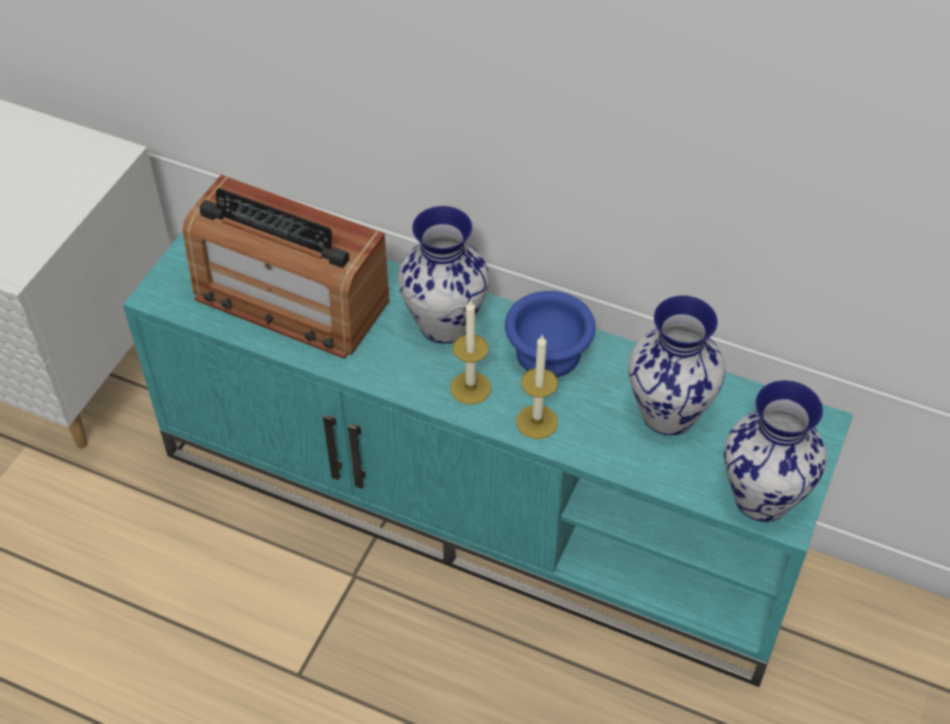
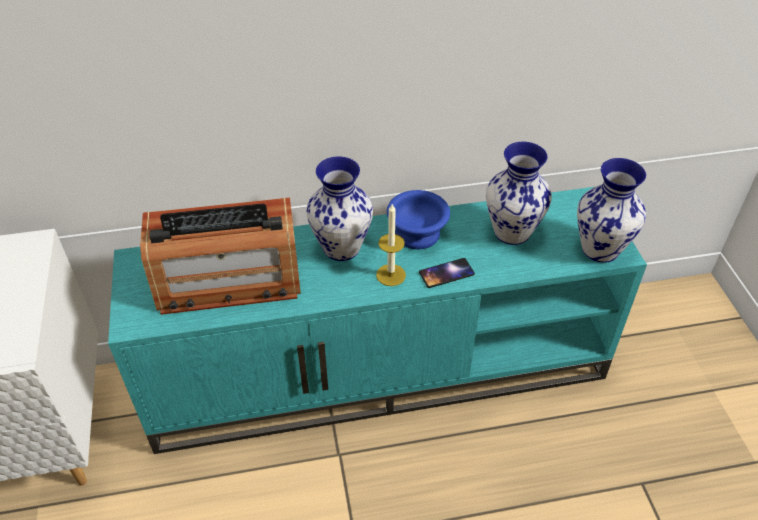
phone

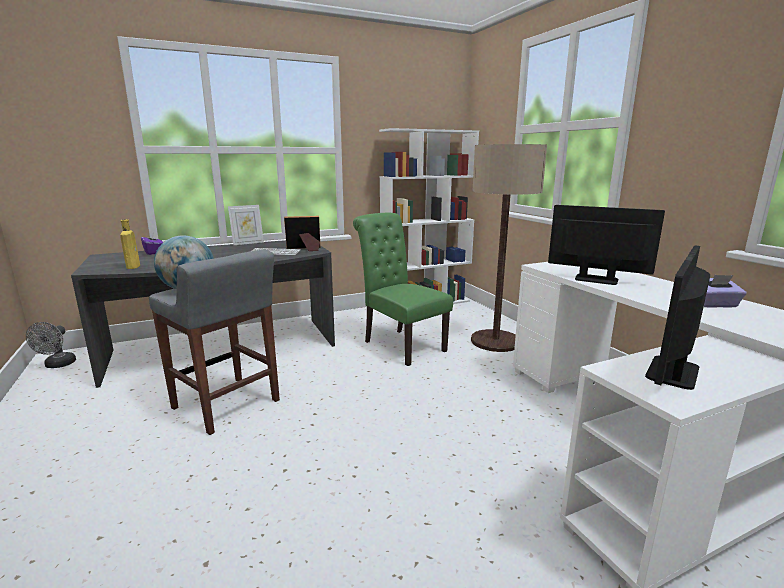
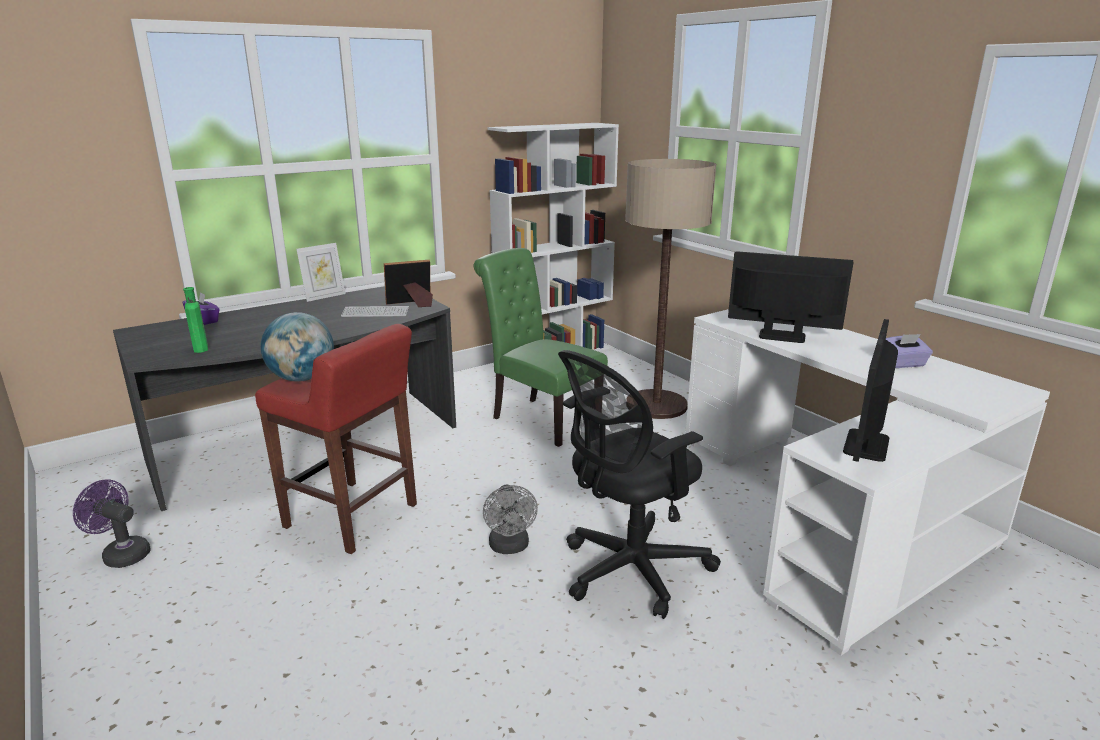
purple fan
green bottle
red stool
grey fan
black office chair

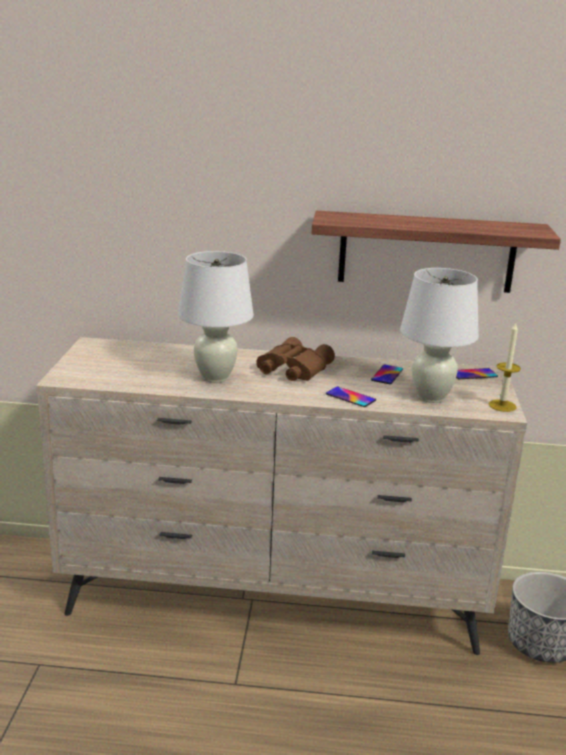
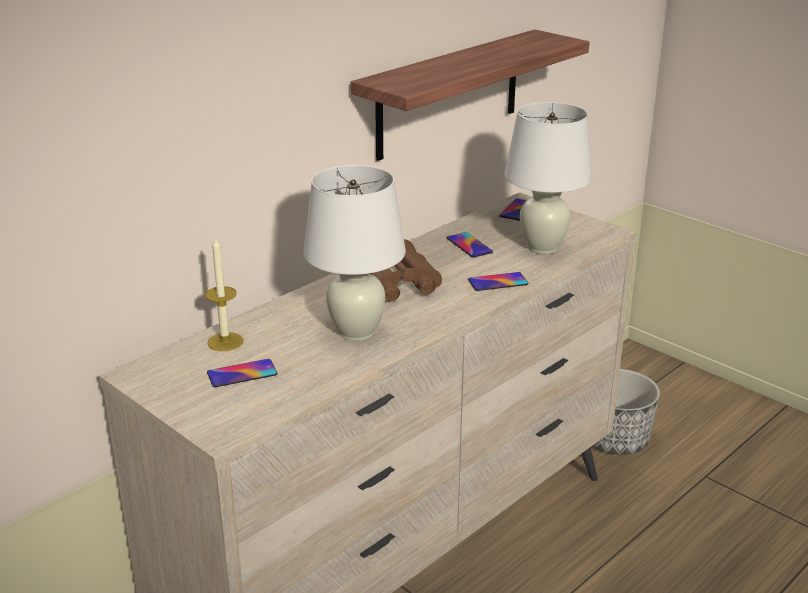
candle
phone (1st from left)

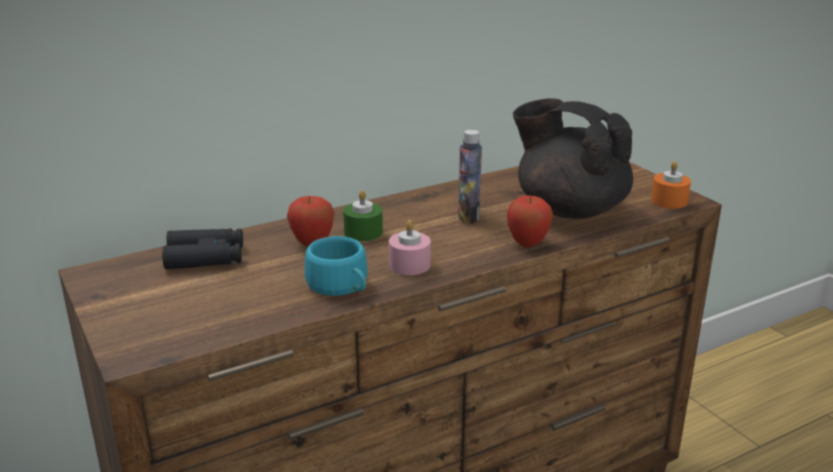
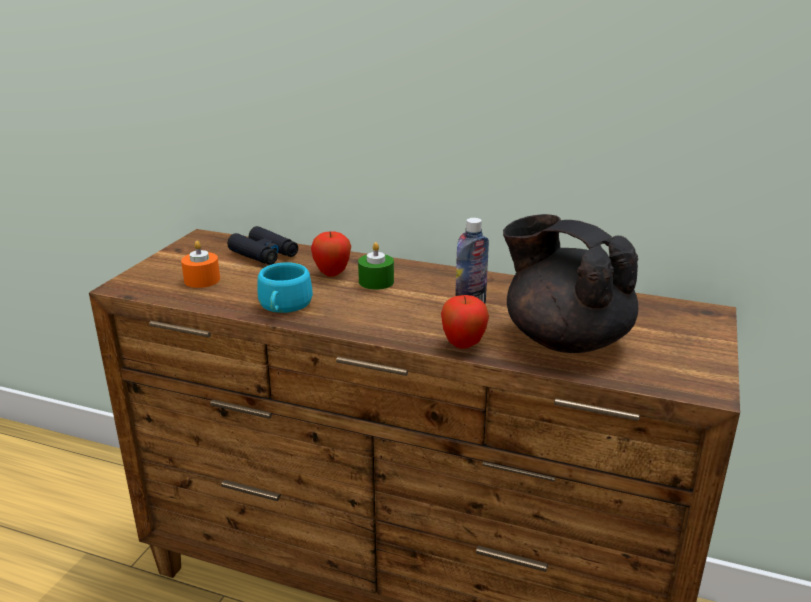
orange candle
black teapot
pink candle

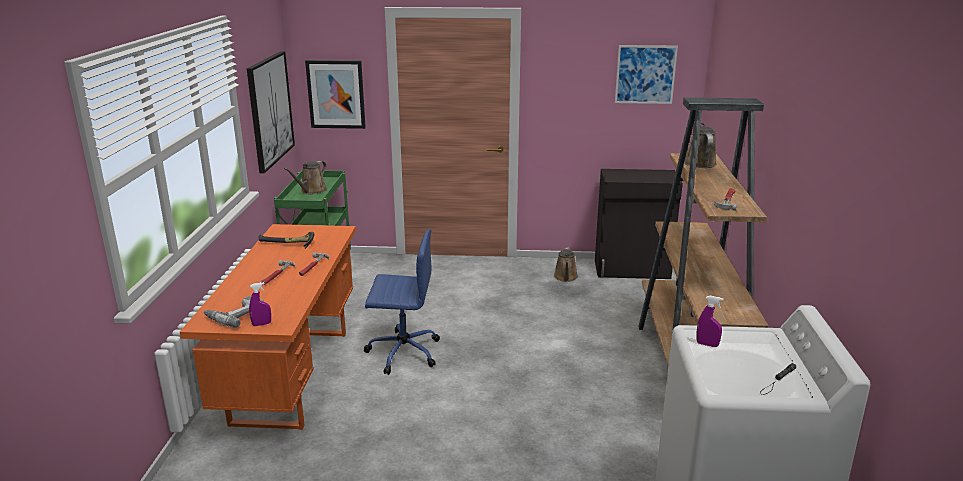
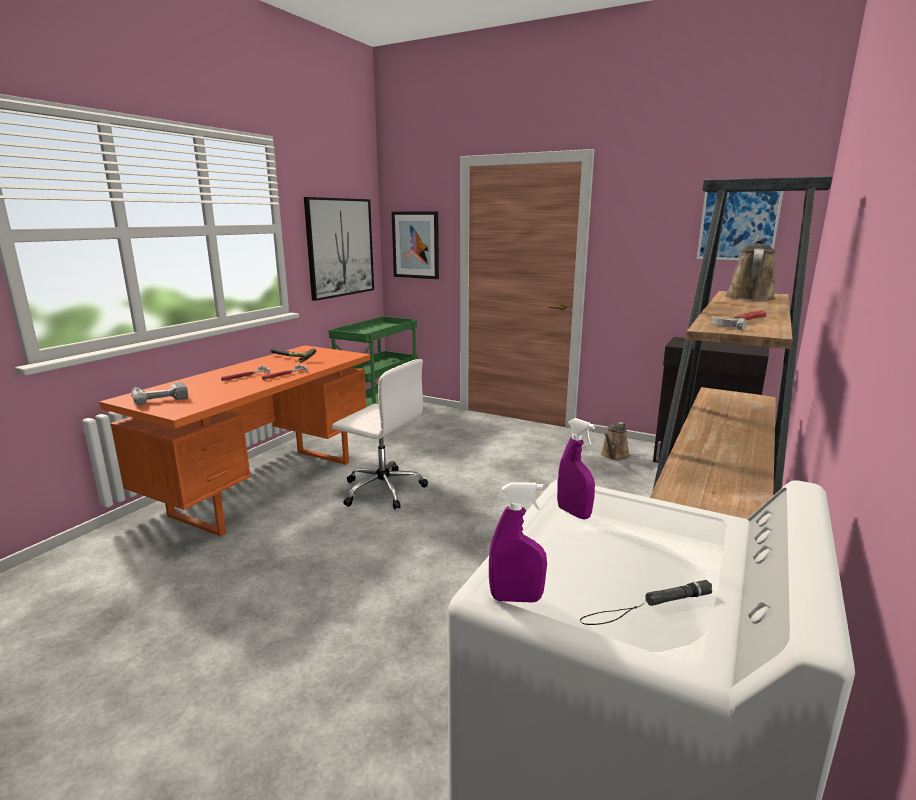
white office chair
purple spray bottle (1st from left)
brown watering can (1st from left in the first image)

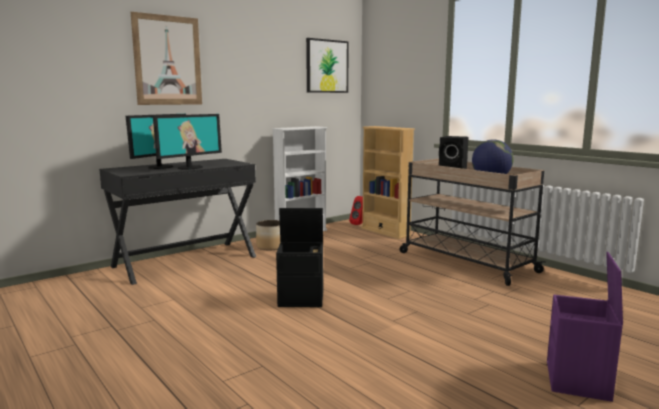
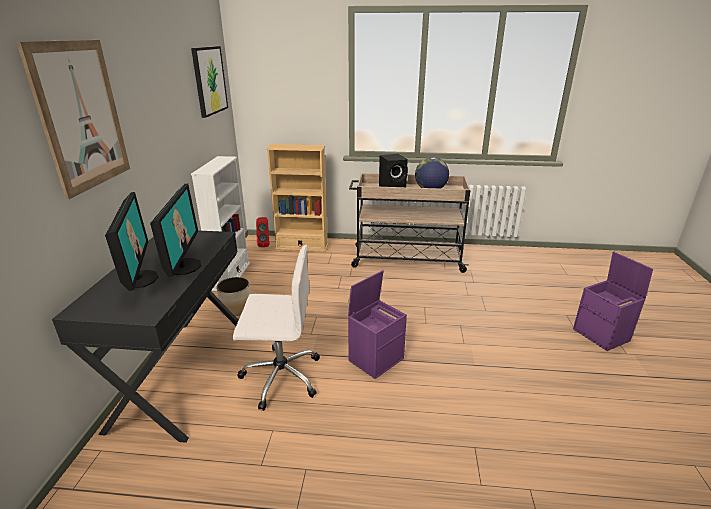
white office chair
purple storage box (1st from left)

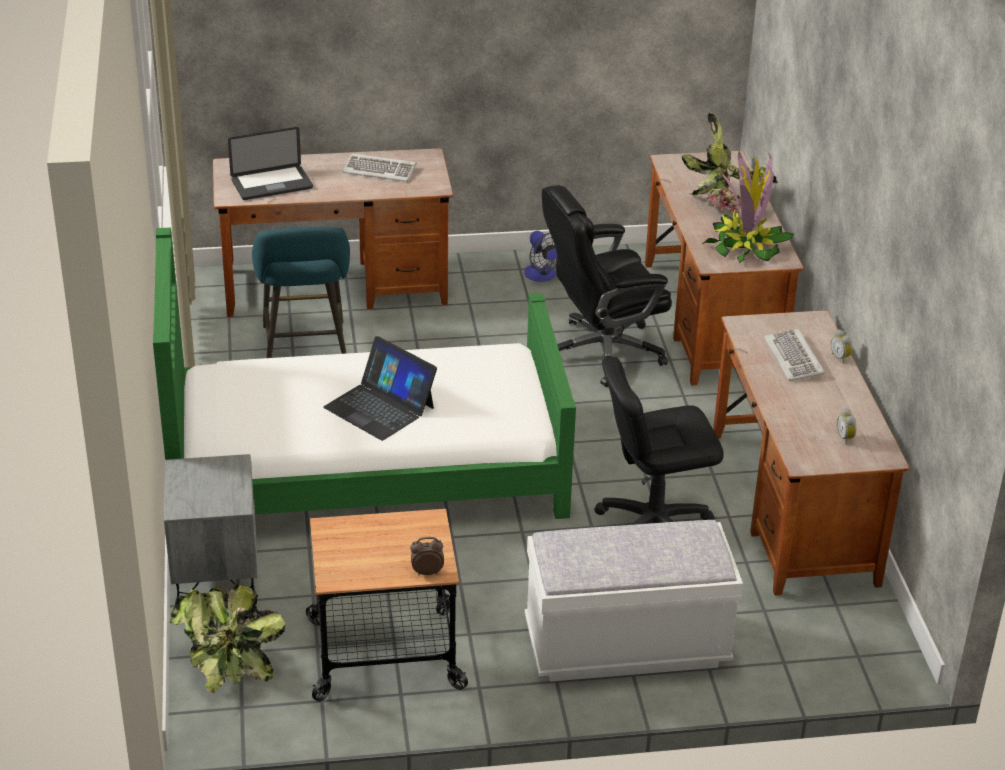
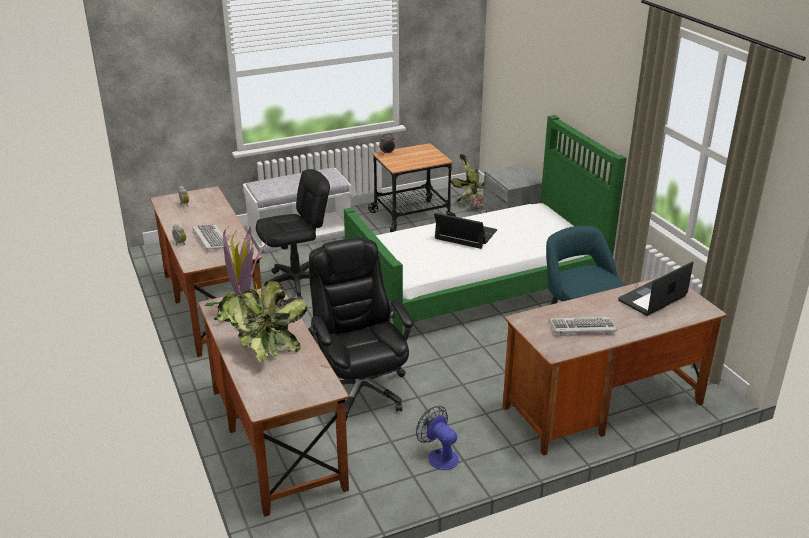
black office chair (2nd from left)

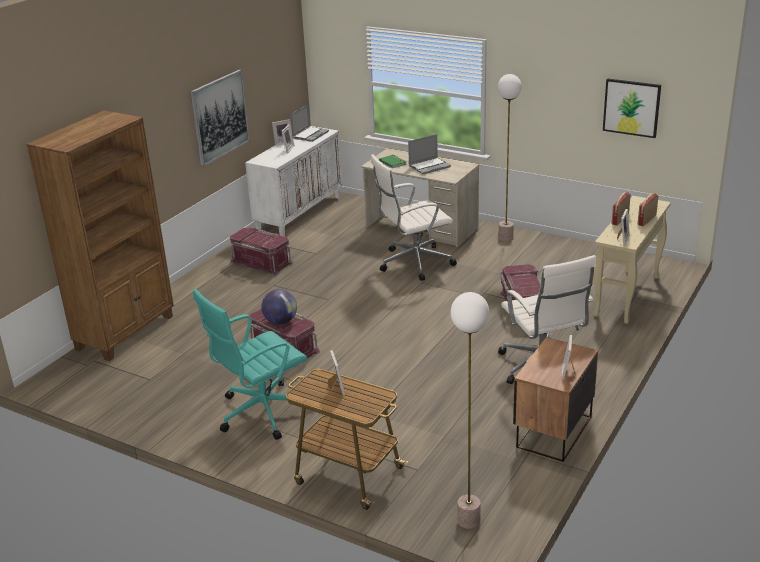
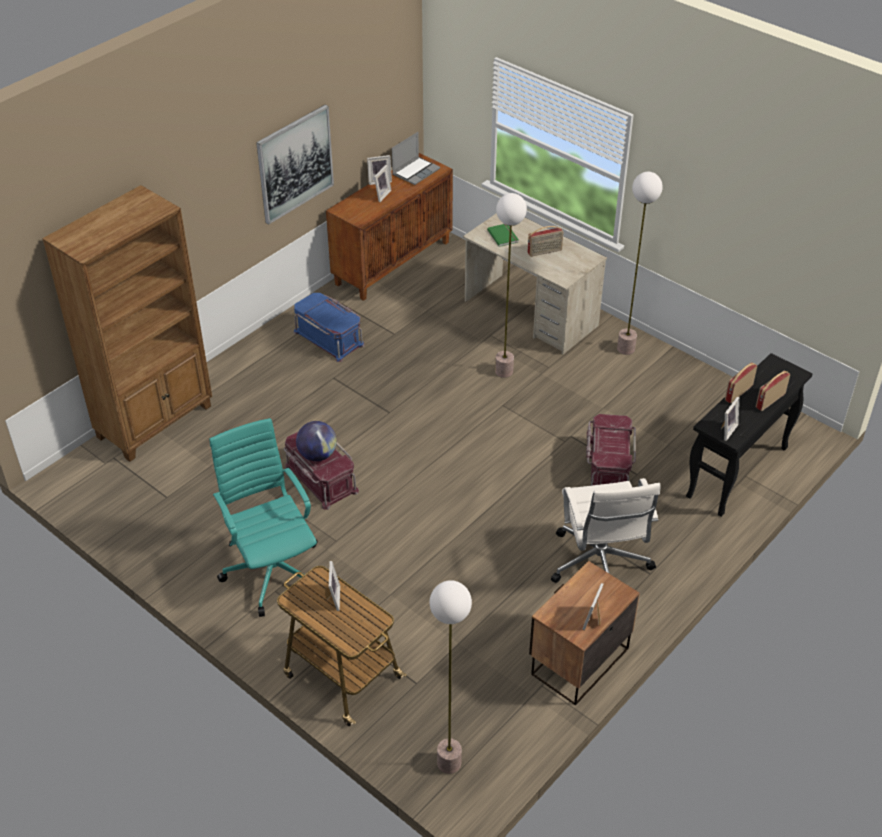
turquoise office chair
blue storage box
brown cabinet
floor lamp (2nd from left)
radio (1st from left)
black console table
picture (2nd from left in the first image)

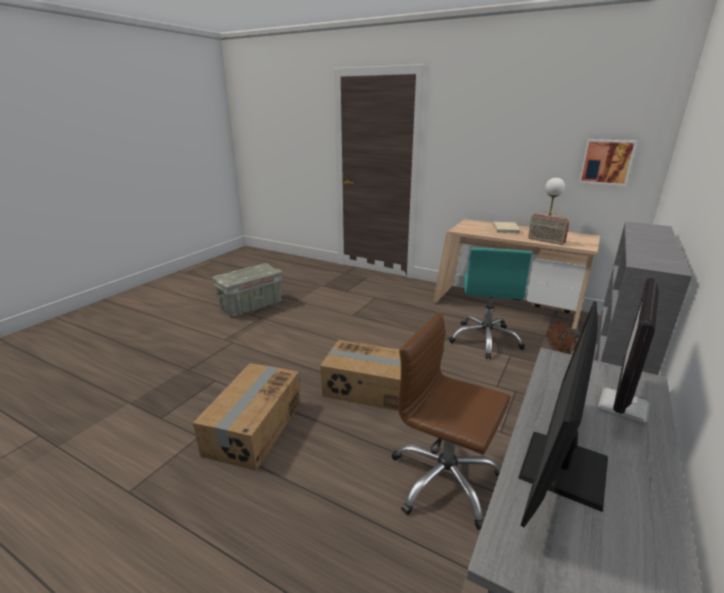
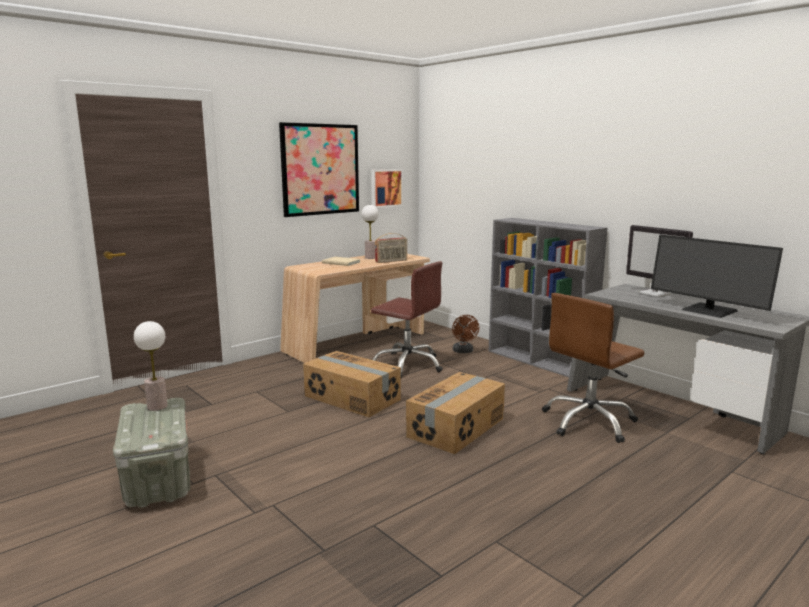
table lamp (1st from left)
picture (1st from left)
cardboard box (1st from left)
brown office chair (1st from left)

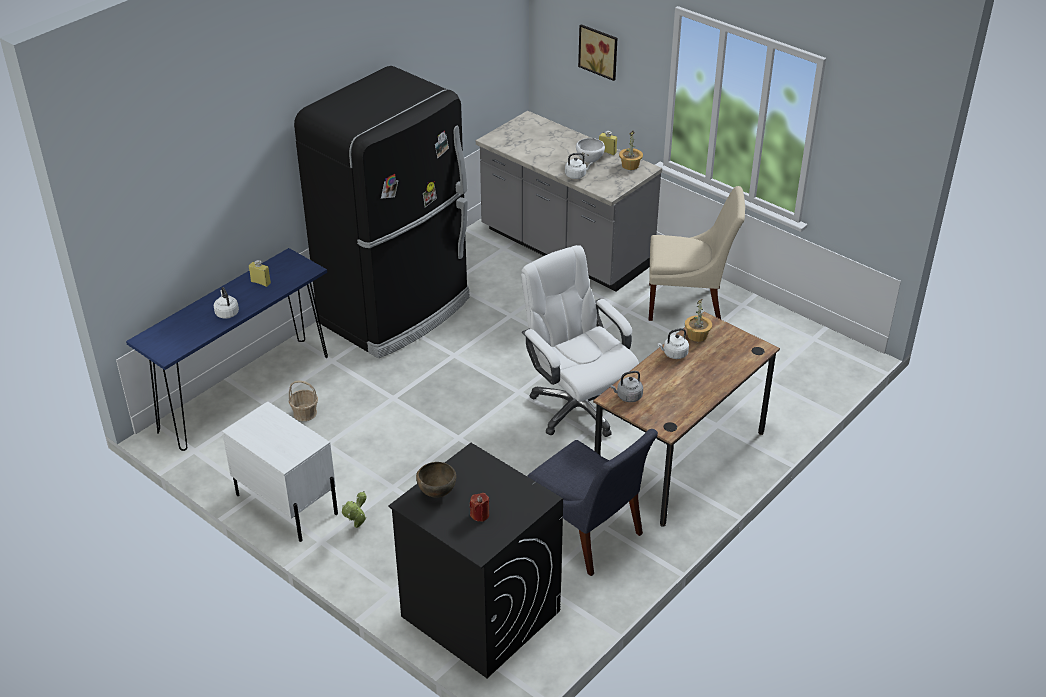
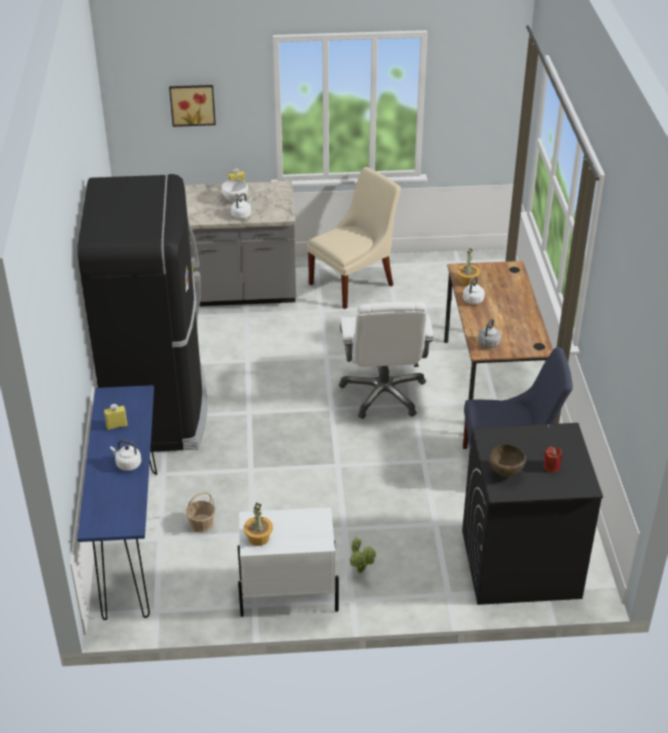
potted plant (1st from left)
white office chair

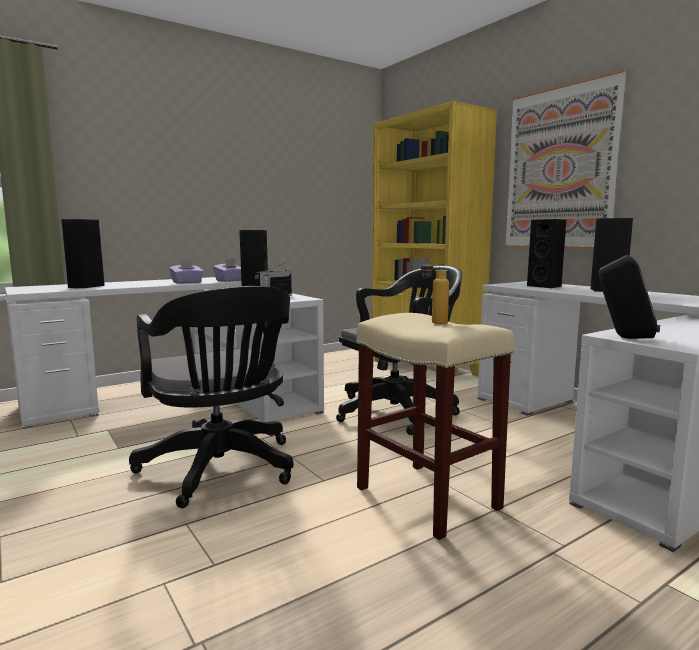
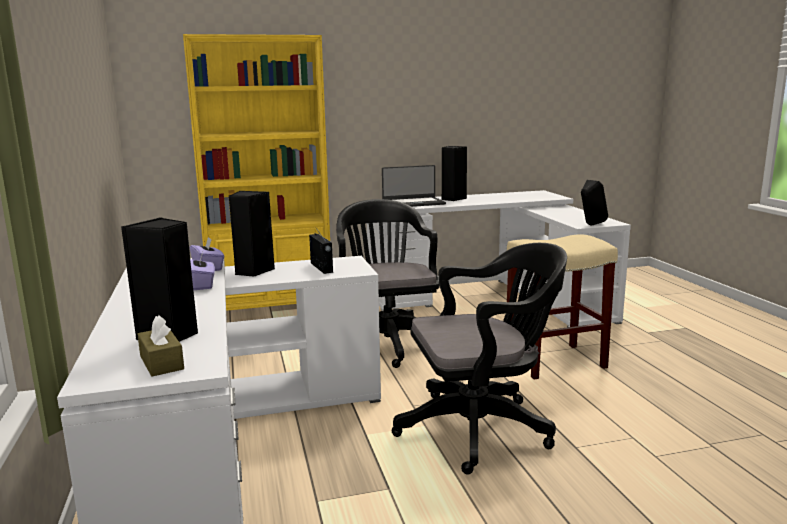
brown tissue box
laptop
bottle
picture

